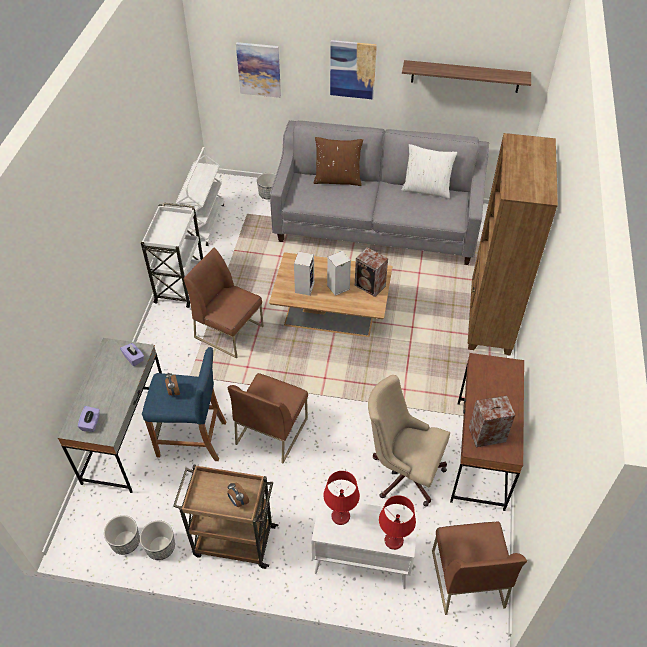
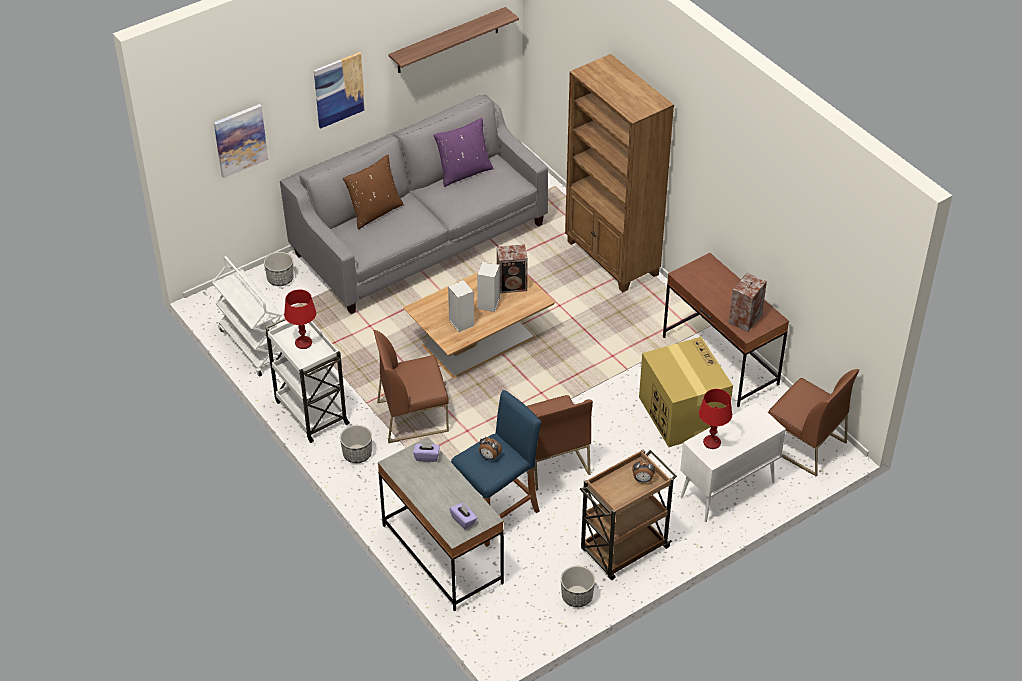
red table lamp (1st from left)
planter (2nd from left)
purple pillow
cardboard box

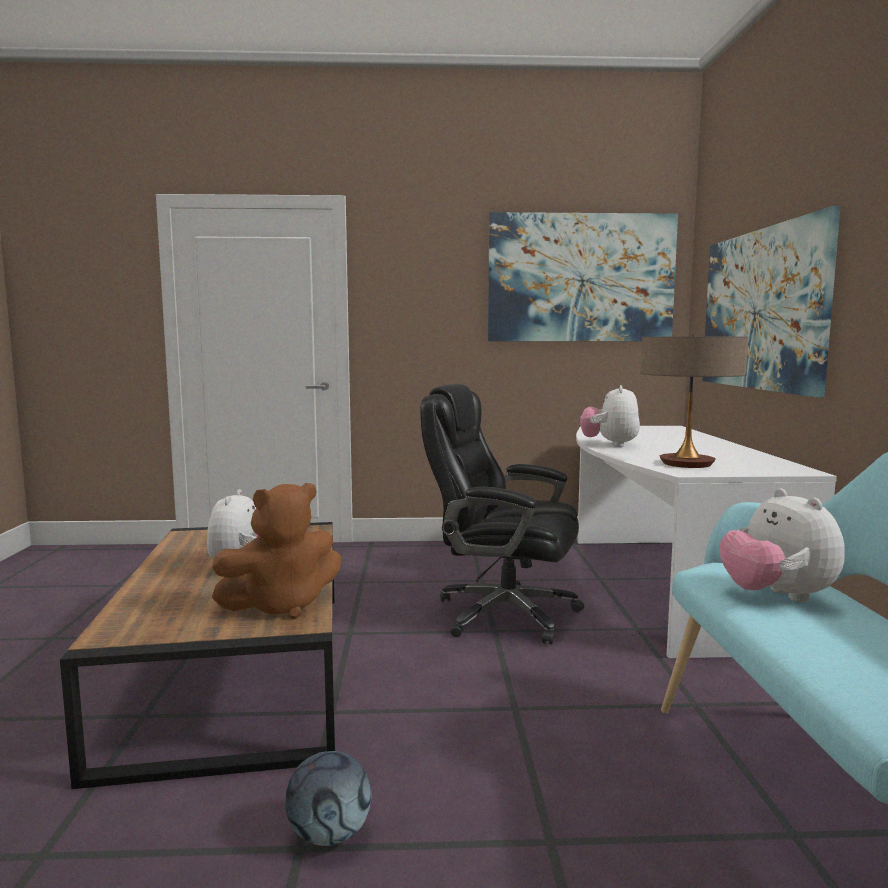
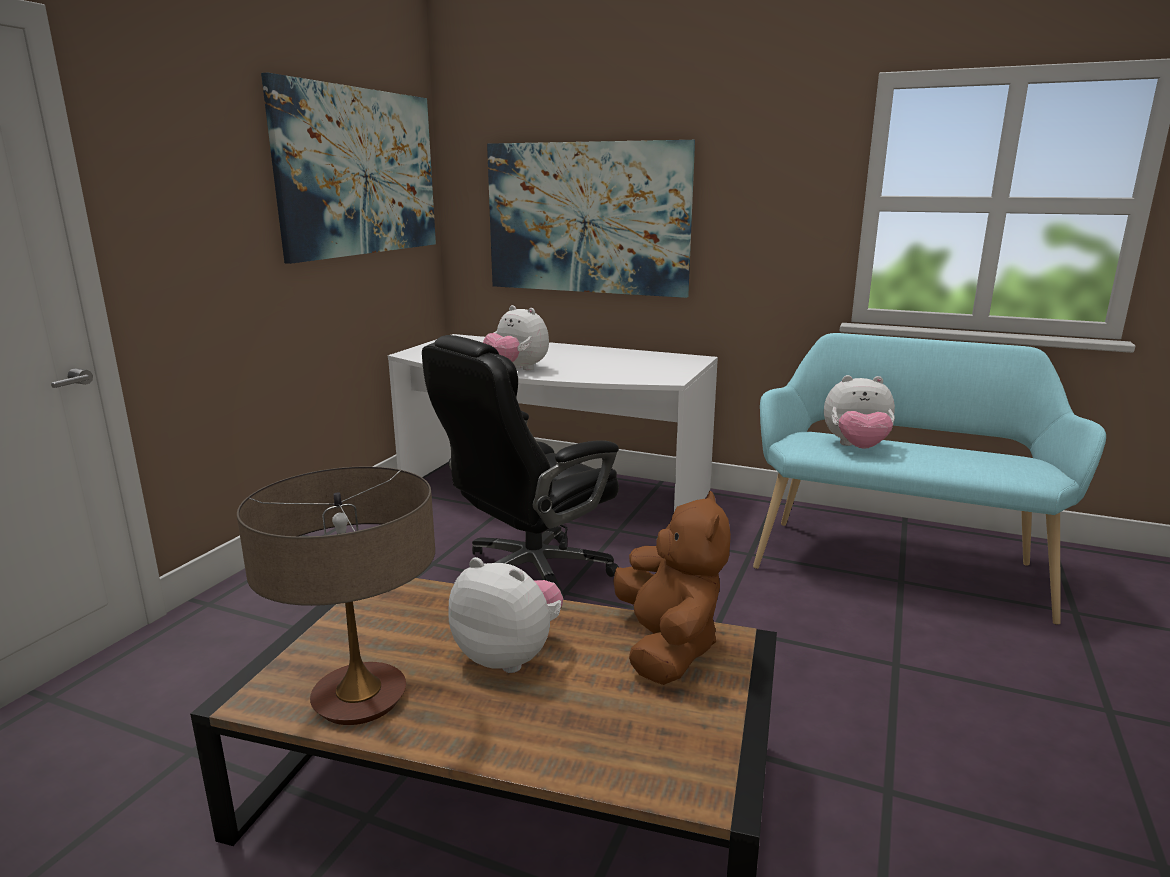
table lamp
football

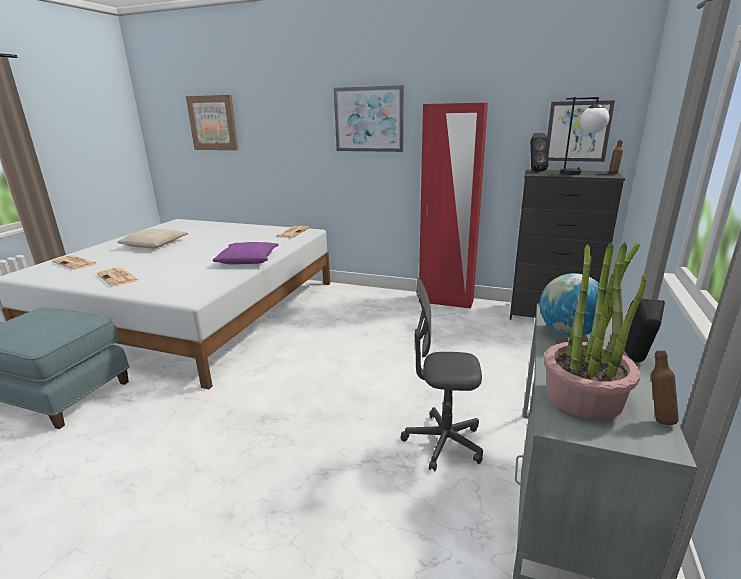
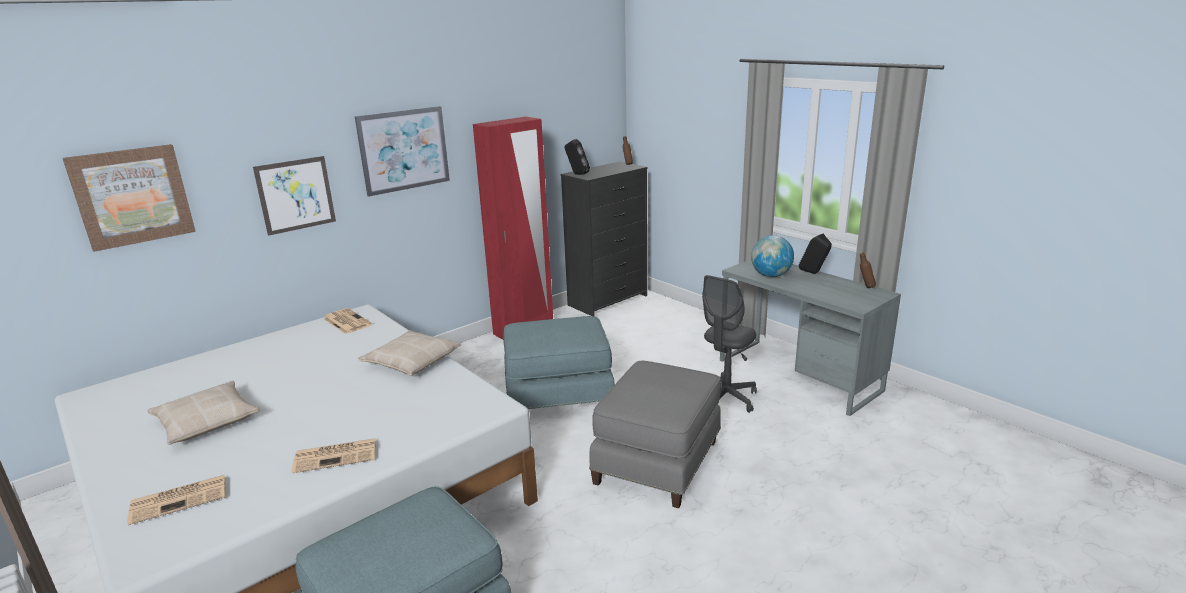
picture (2nd from left)
beige pillow (2nd from left)
blue ottoman (2nd from left)
grey ottoman
potted plant
table lamp

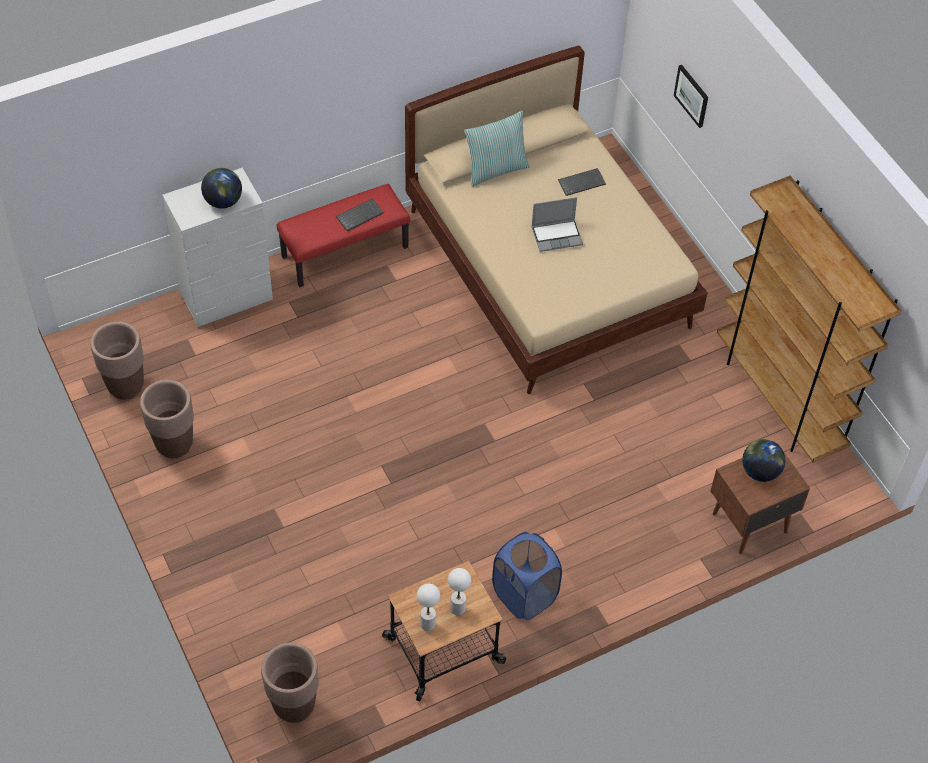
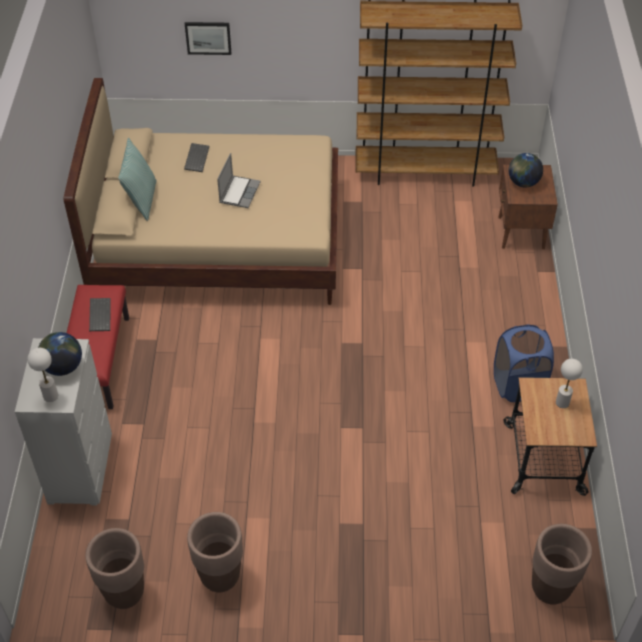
white table lamp (1st from left)

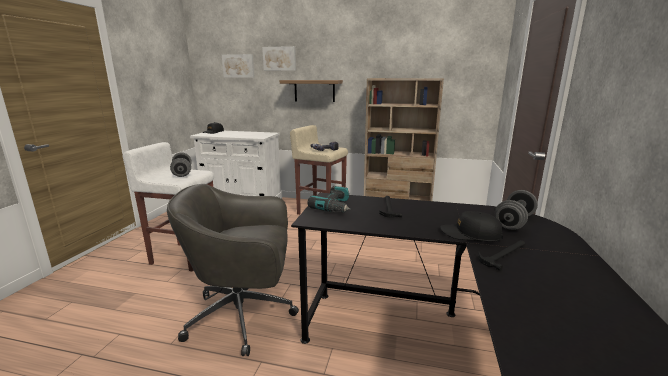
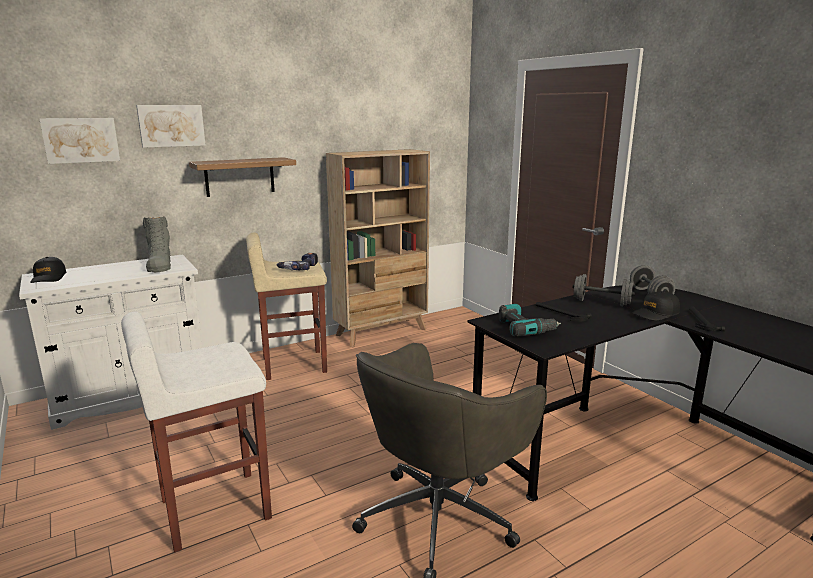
grey boot
grey dumbbell (1st from left)

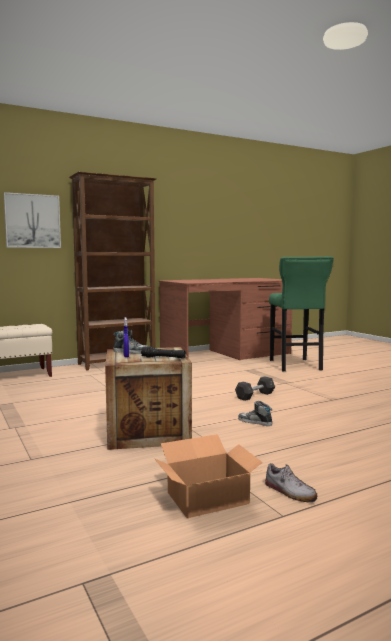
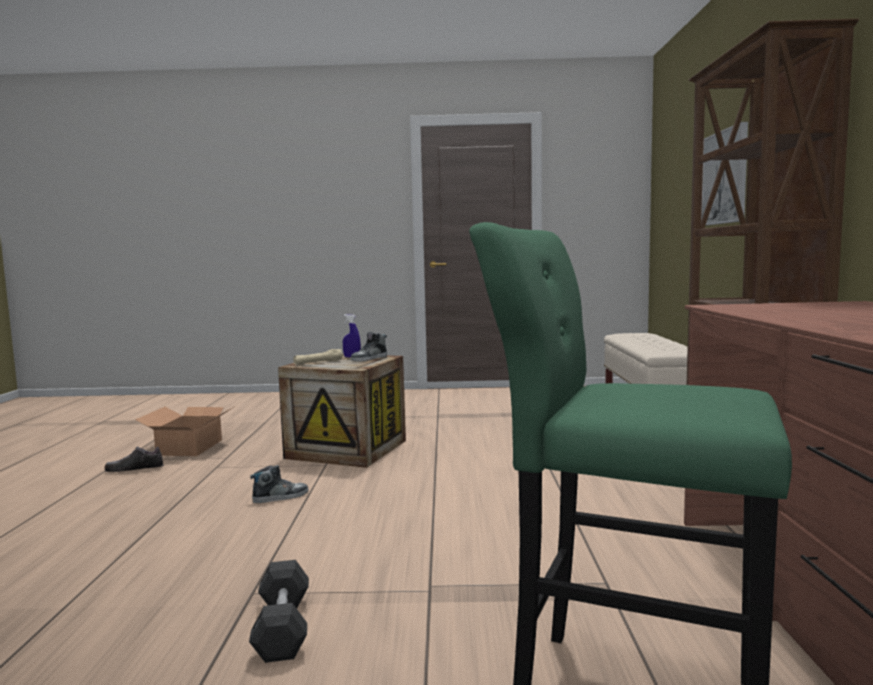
grey dumbbell
beige flashlight

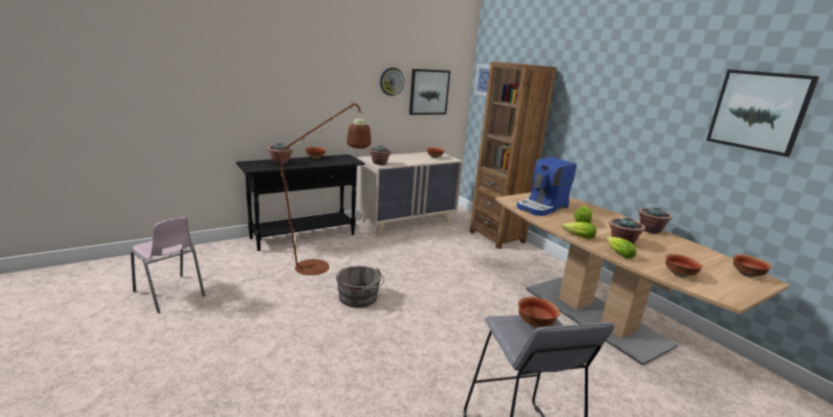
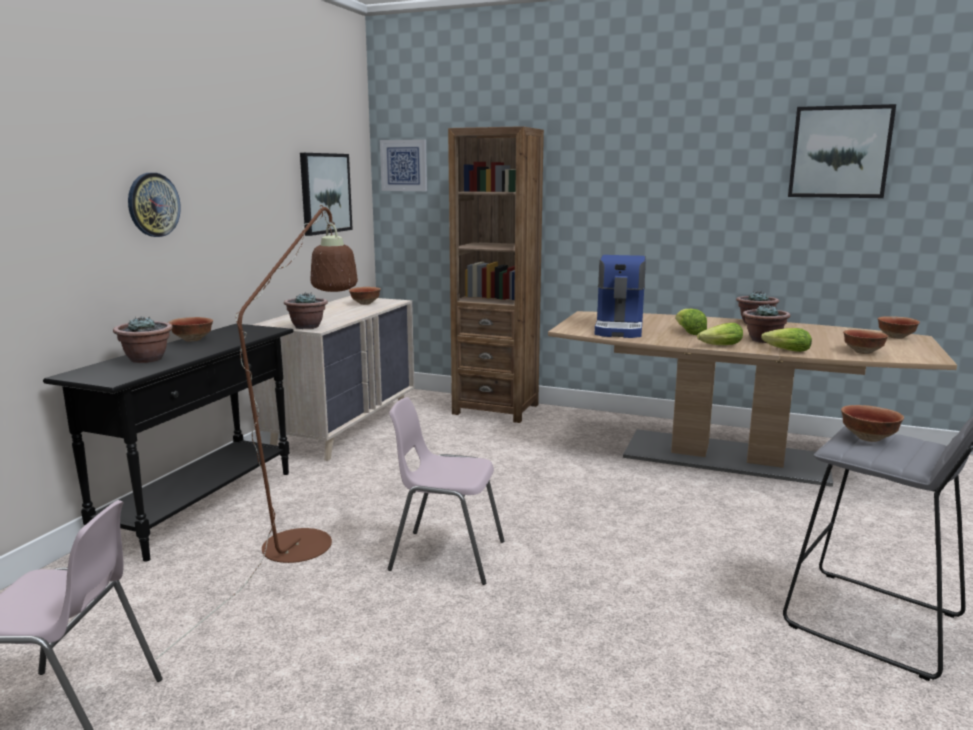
wall clock
pink chair (2nd from left)

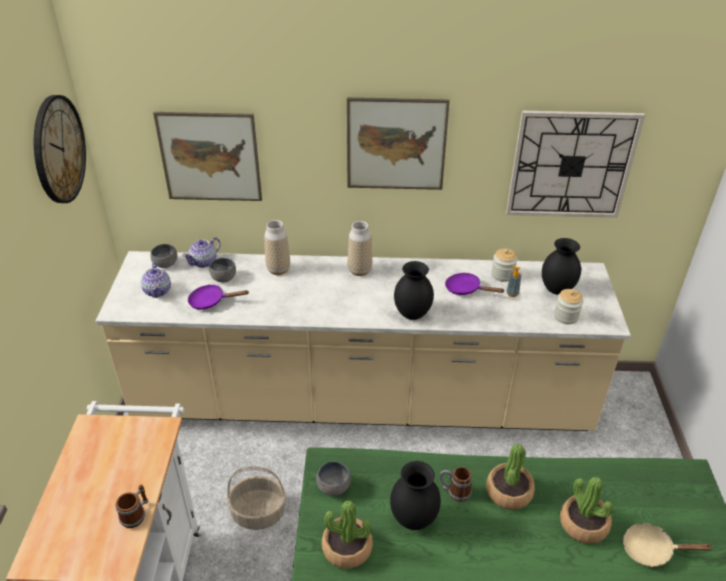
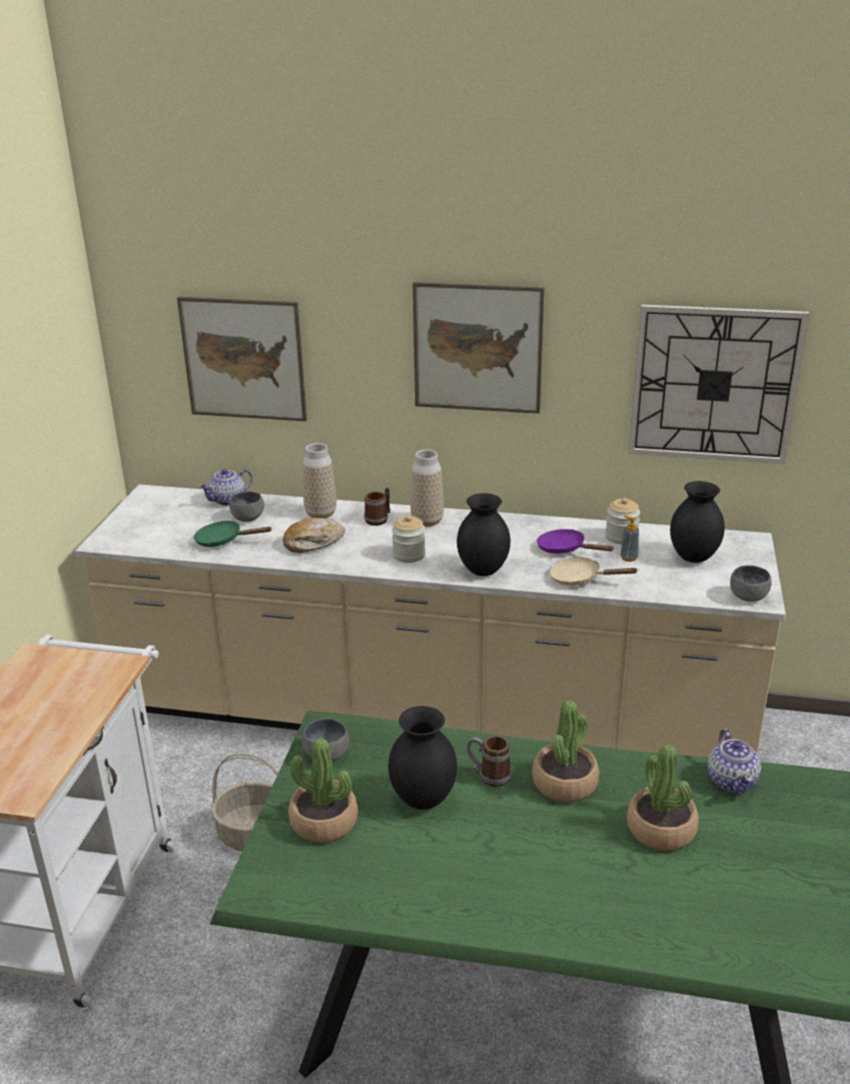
green frying pan
bread
mug (1st from left)
jar (1st from left)
beige frying pan
teapot (2nd from left)
grey bowl (3rd from left)
wall clock (1st from left in the first image)

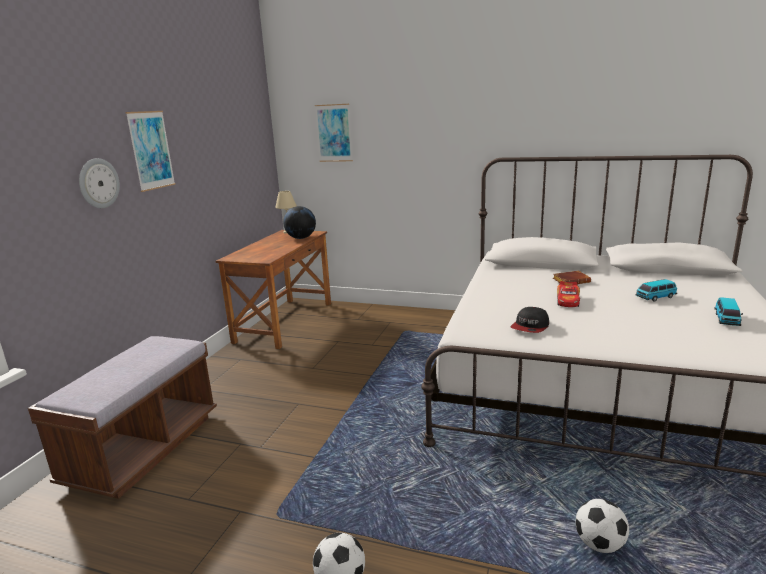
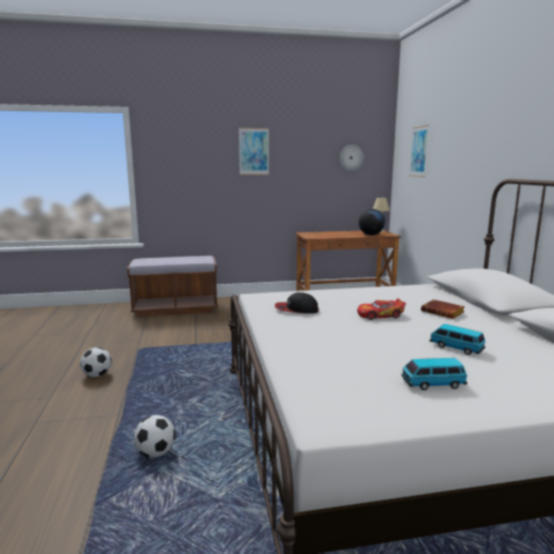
wall clock

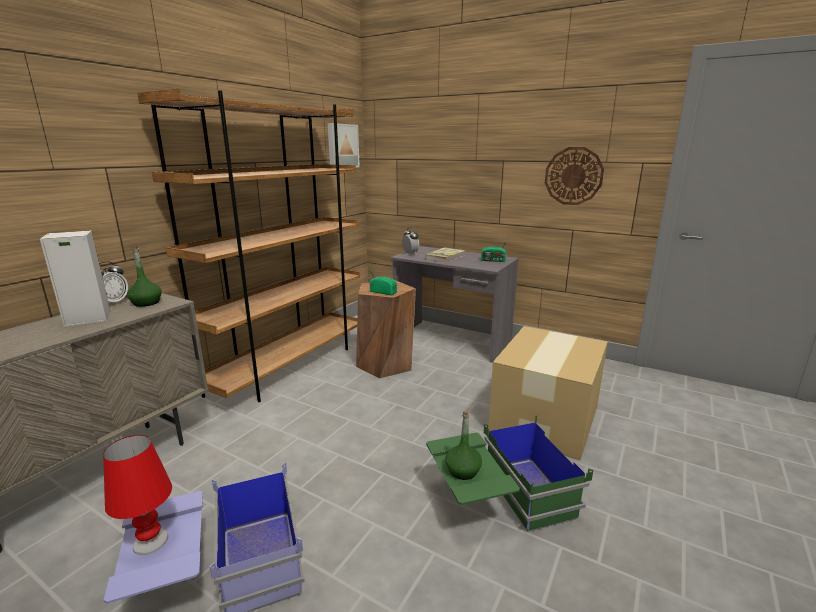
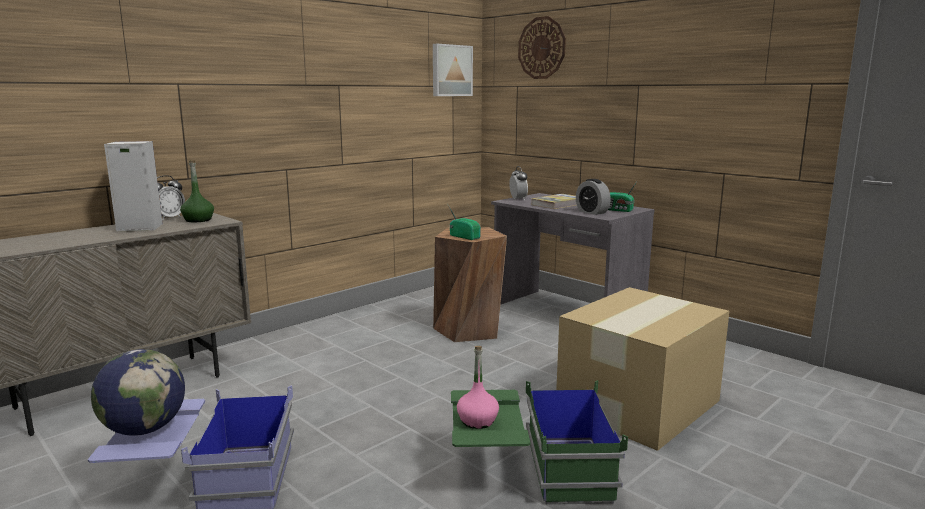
globe
pink bottle
wall clock
alarm clock (3rd from left)
brown bookcase

